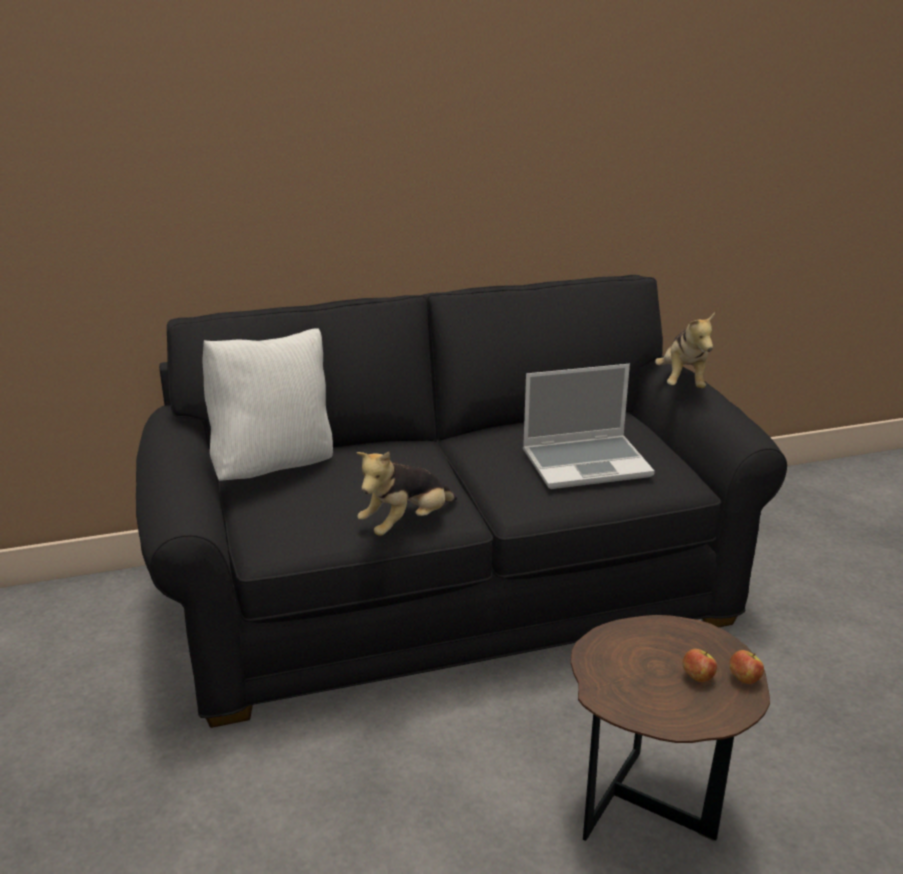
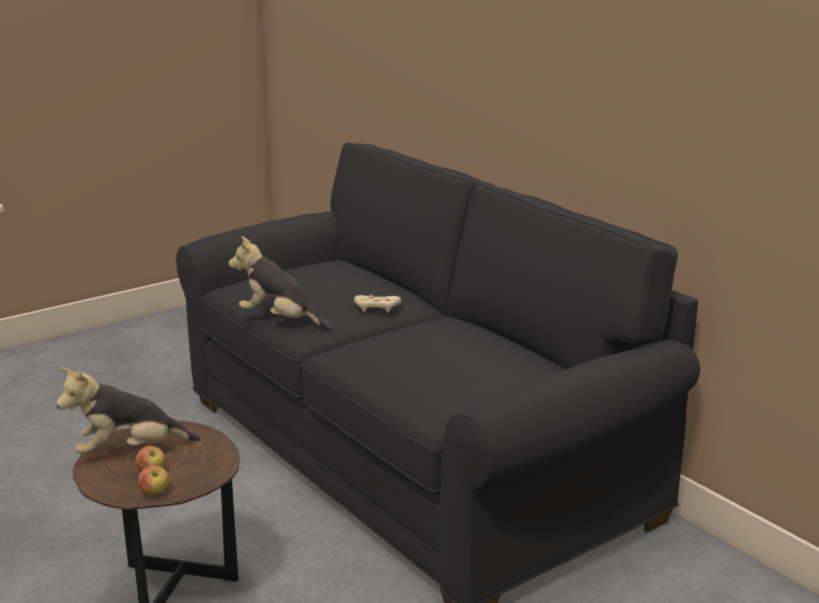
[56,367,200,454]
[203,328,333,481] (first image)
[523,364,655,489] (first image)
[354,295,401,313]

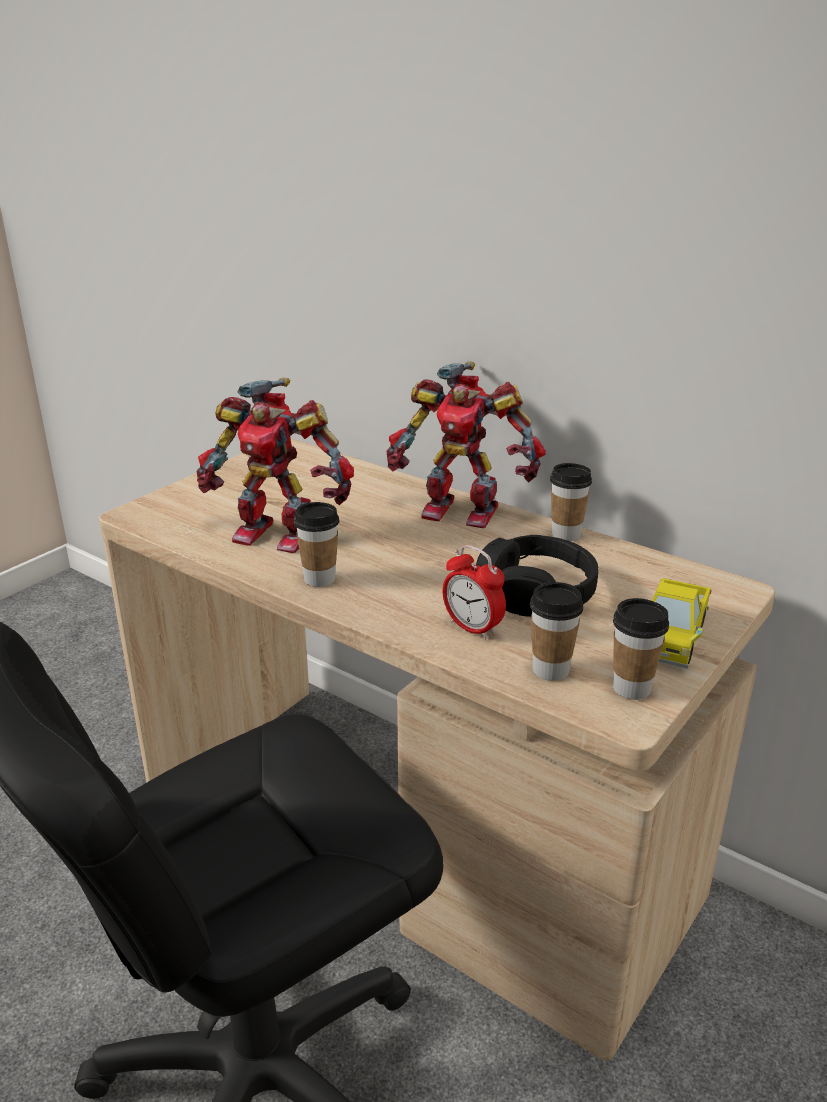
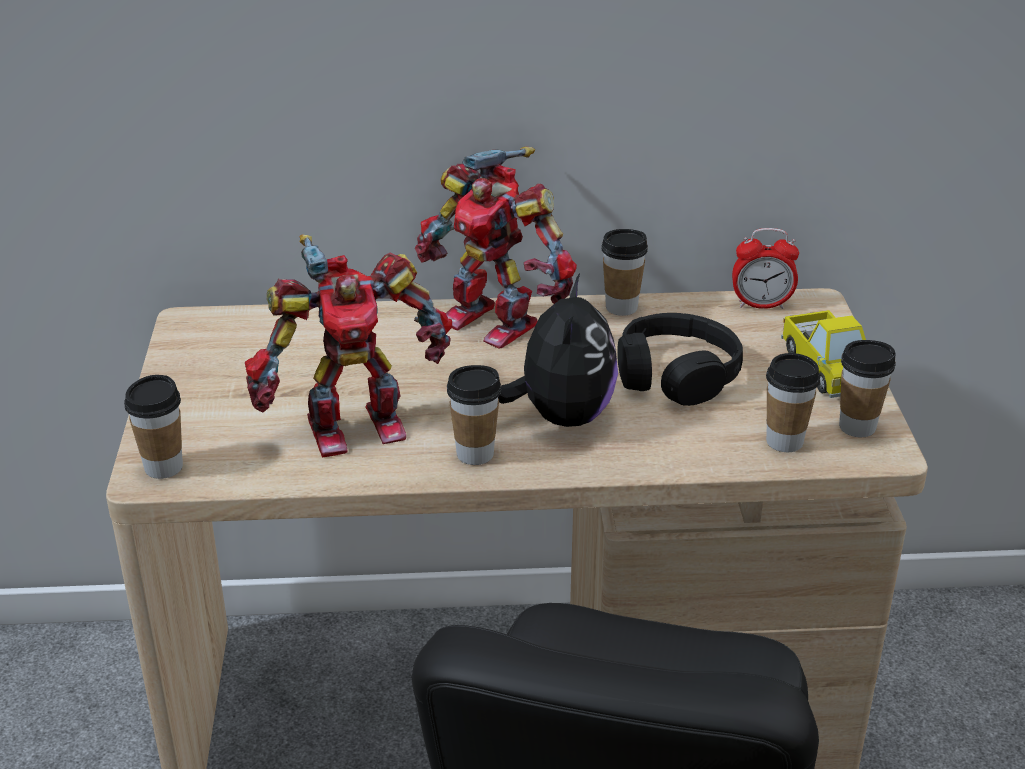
[415,147,577,349]
[732,228,799,309]
[498,273,618,427]
[124,375,183,479]

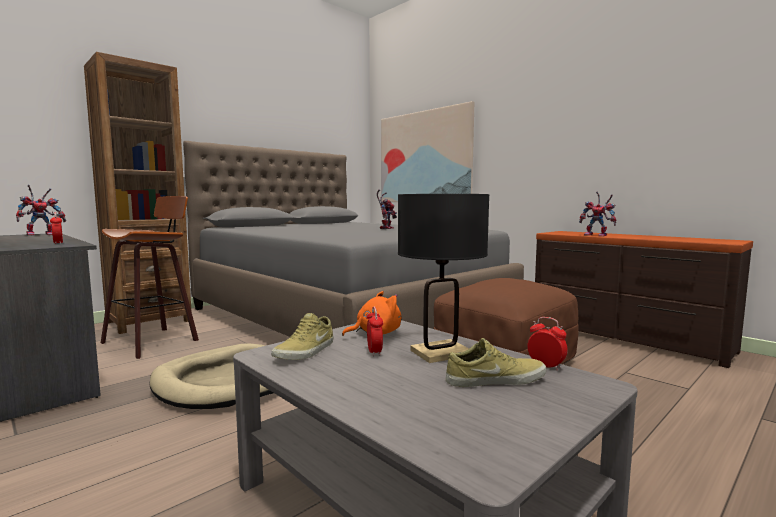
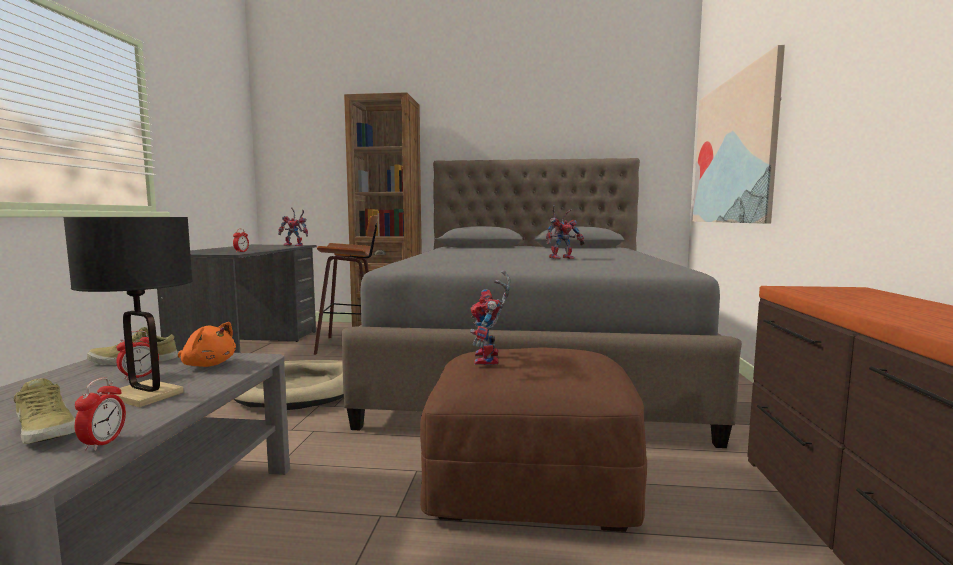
[470,270,511,365]

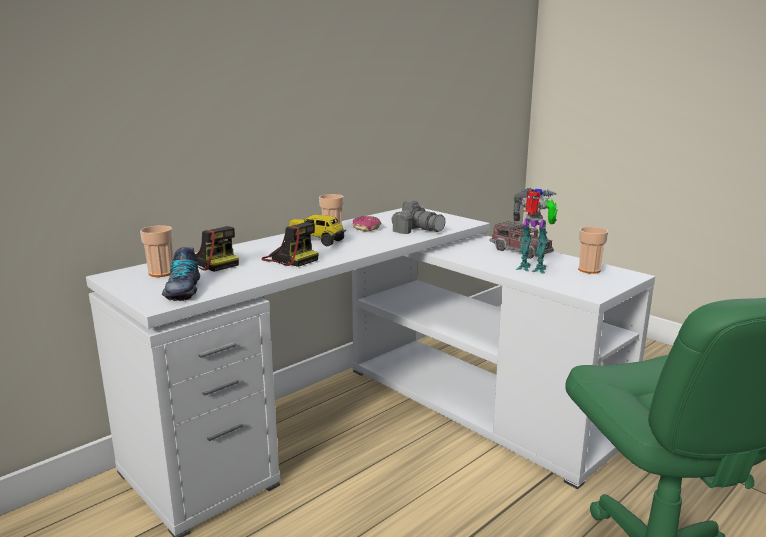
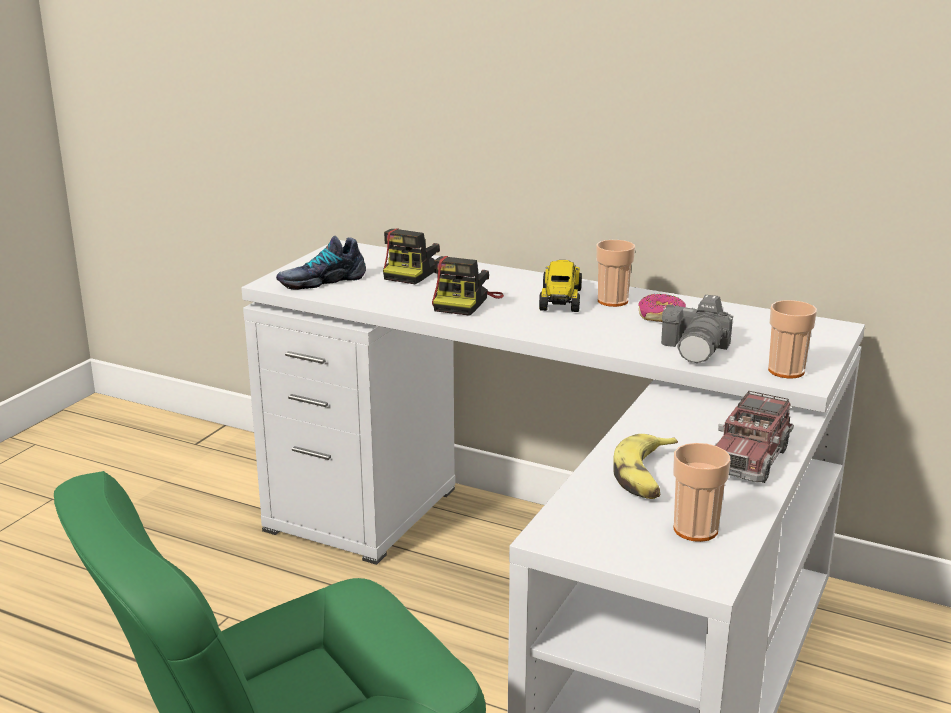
[613,434,678,499]
[768,300,817,378]

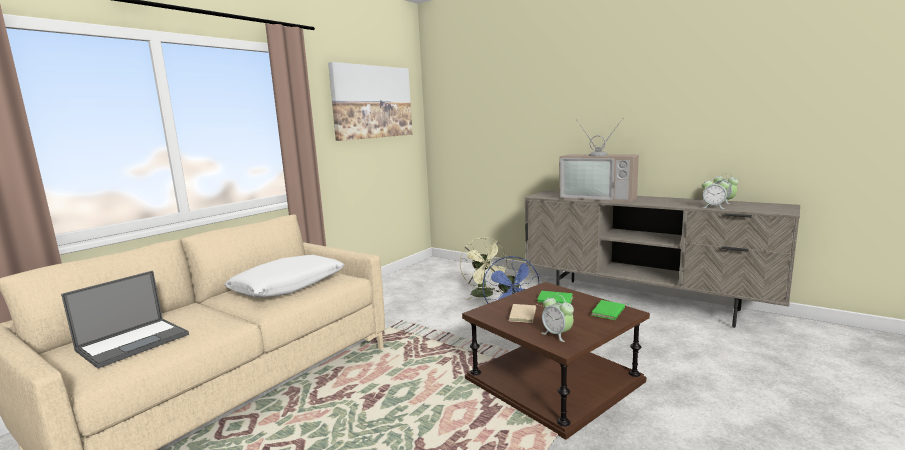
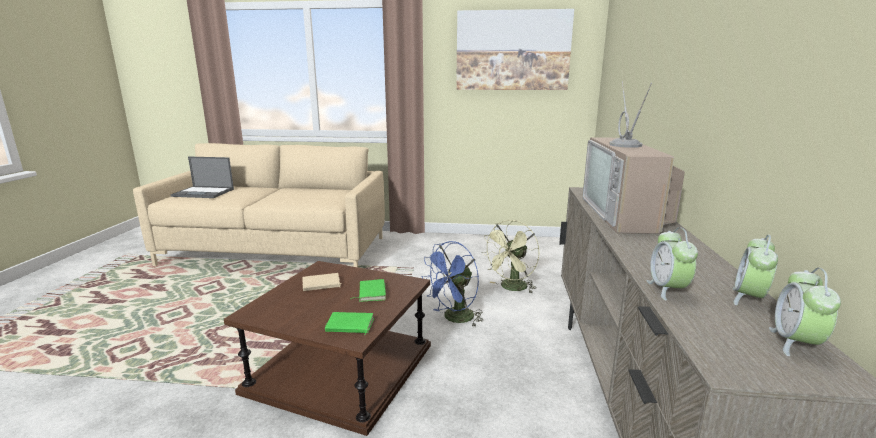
[224,255,344,298] (first image)
[769,268,841,356]

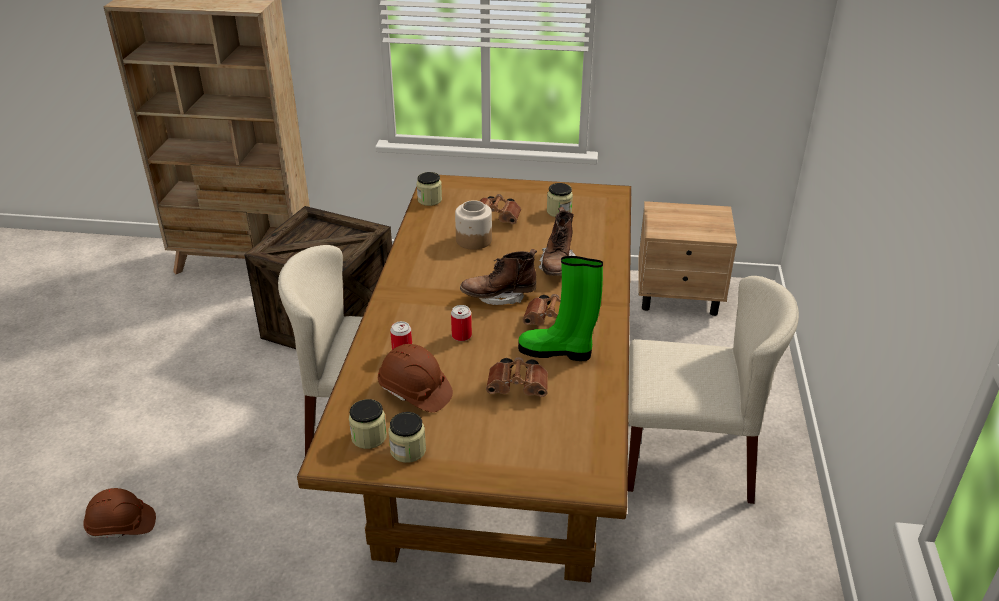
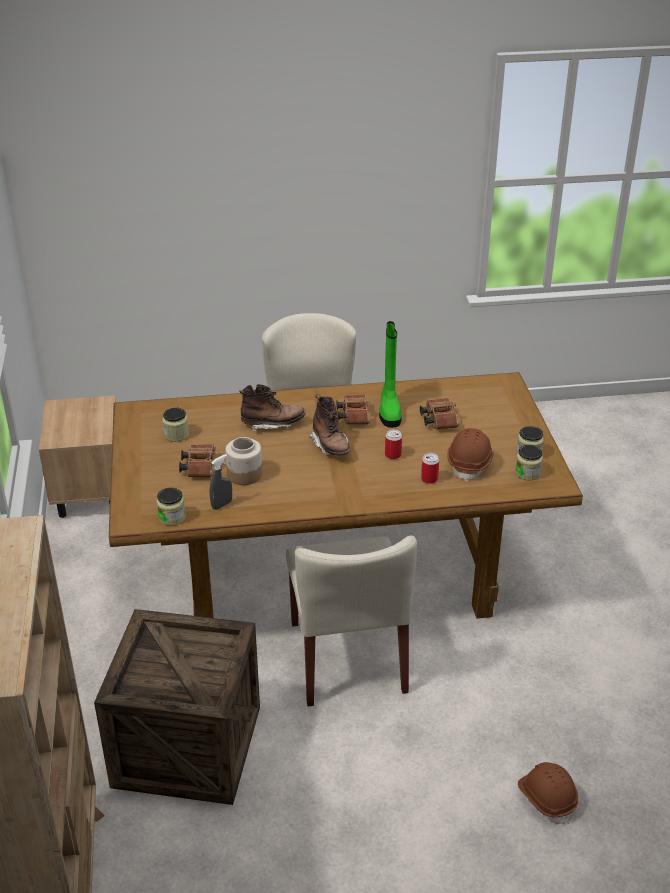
[210,454,232,510]

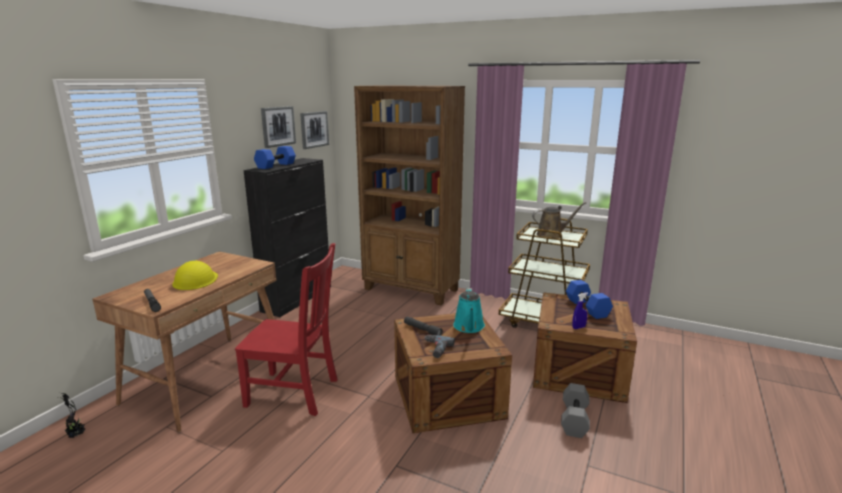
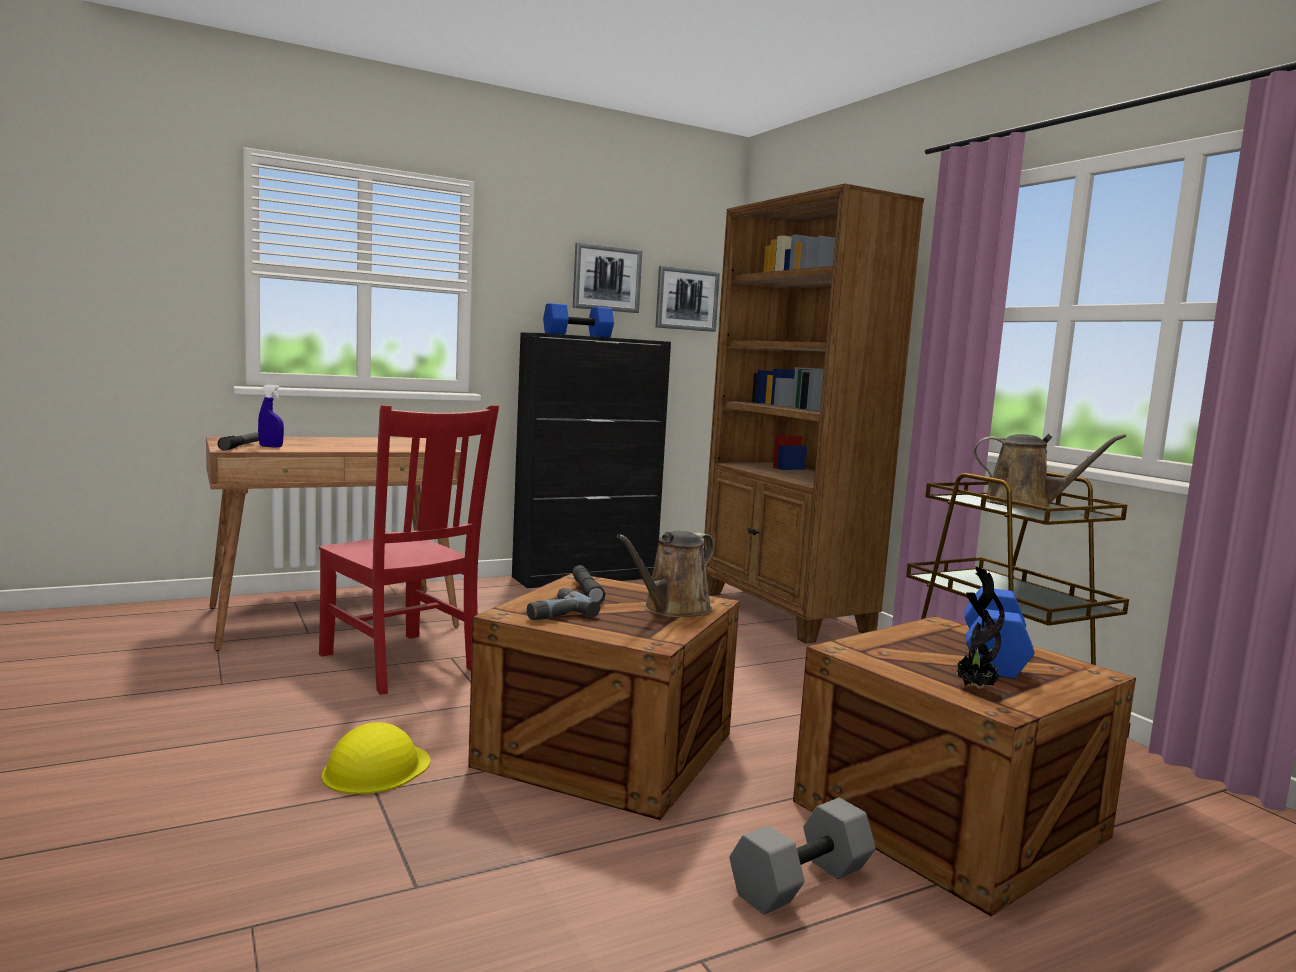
[322,722,431,794]
[617,531,714,618]
[258,385,284,448]
[953,567,1005,689]

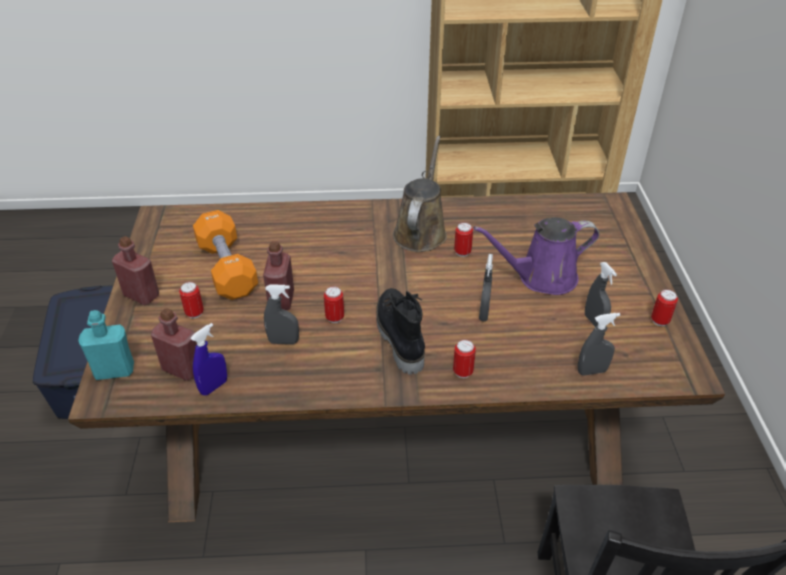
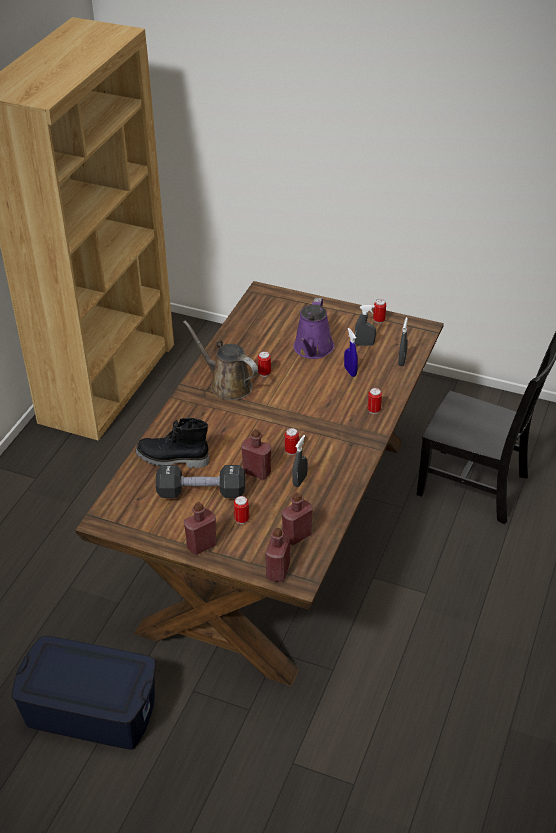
[156,465,245,498]
[479,254,493,322] (first image)
[136,418,209,468]
[265,527,290,582]
[344,328,358,377]

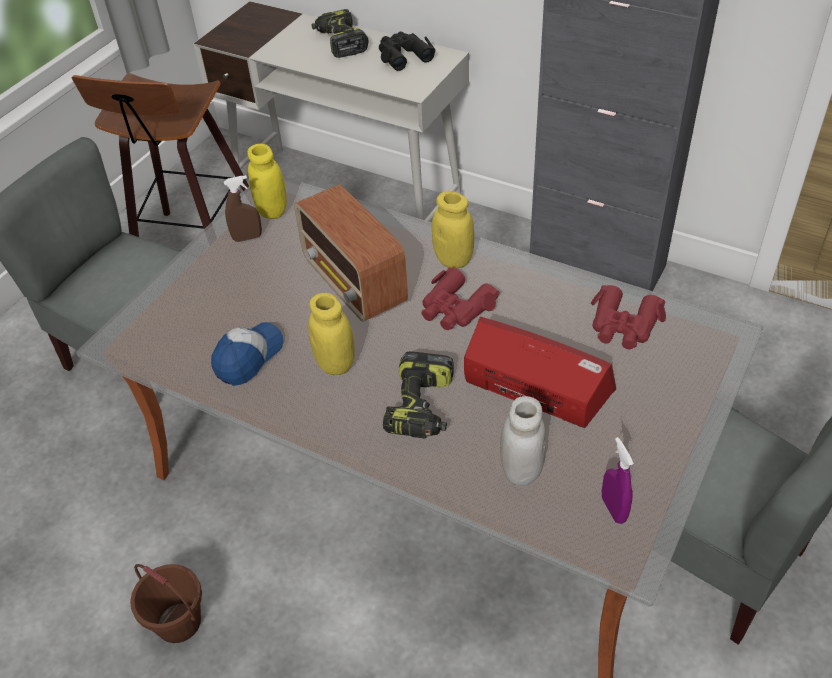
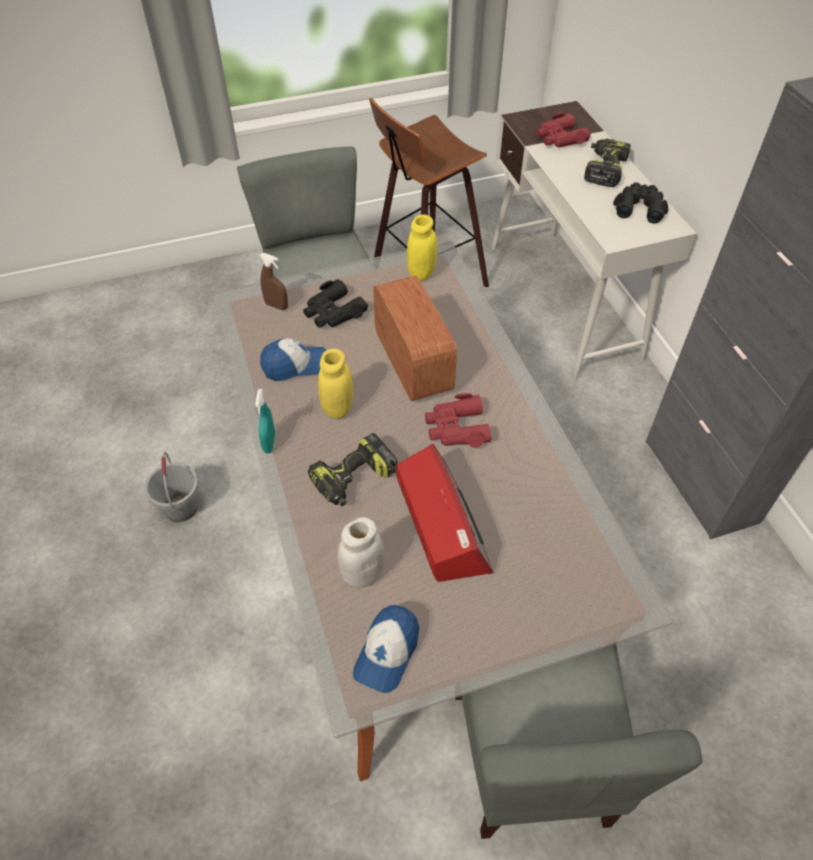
[260,253,288,310]
[373,276,457,401]
[432,191,474,268] (first image)
[536,112,591,147]
[353,605,419,693]
[144,452,199,522]
[303,279,368,328]
[255,389,275,454]

